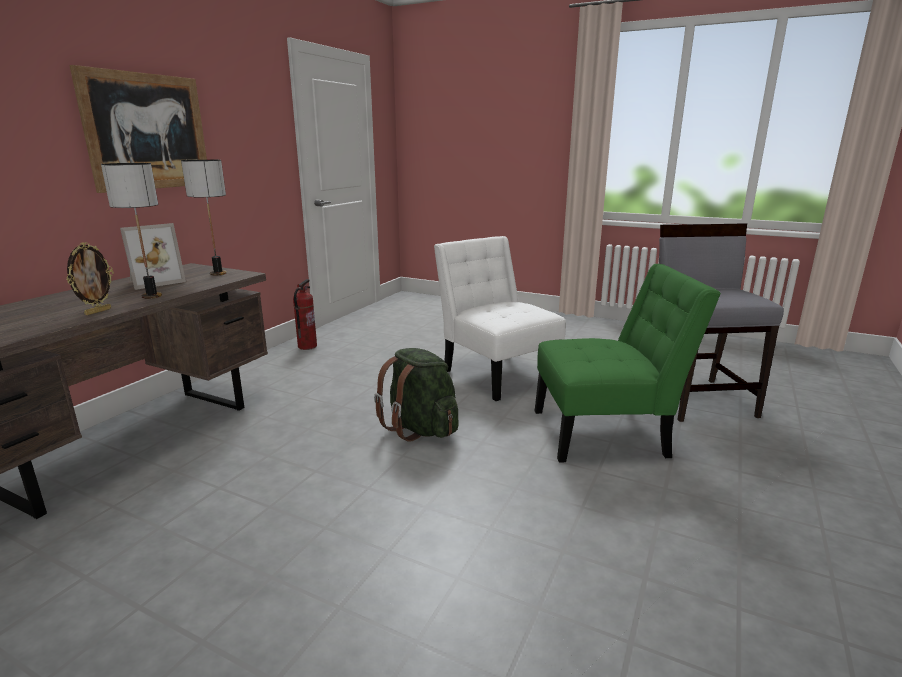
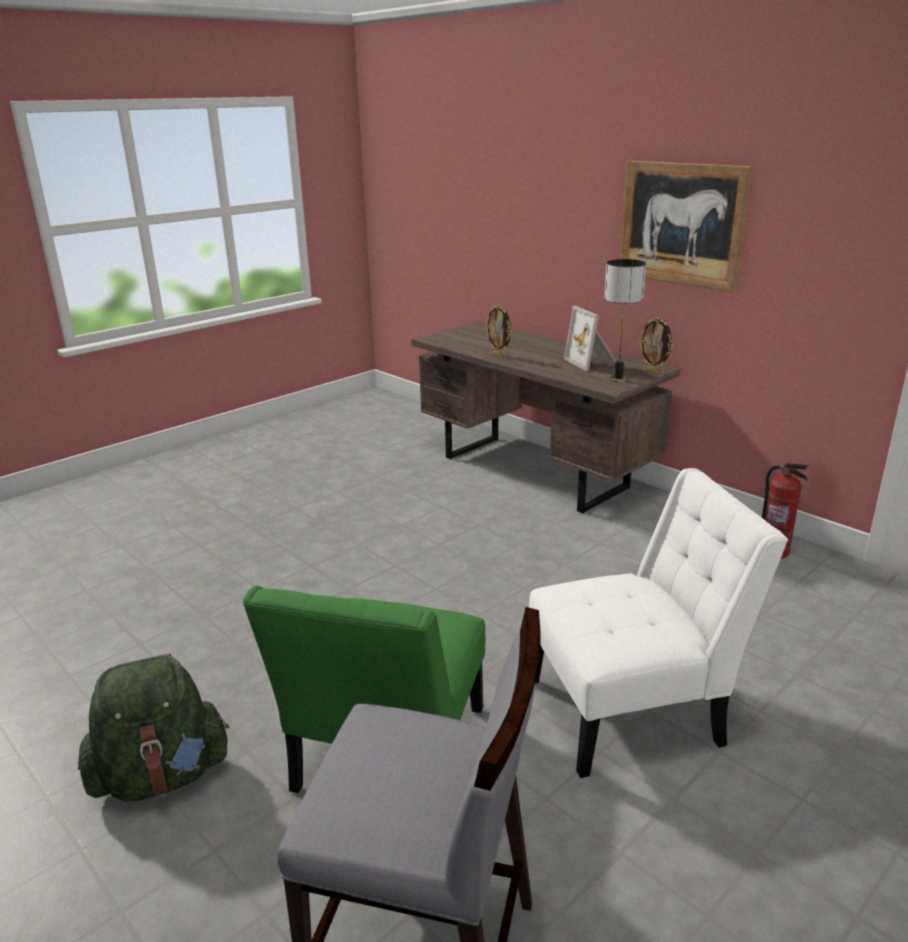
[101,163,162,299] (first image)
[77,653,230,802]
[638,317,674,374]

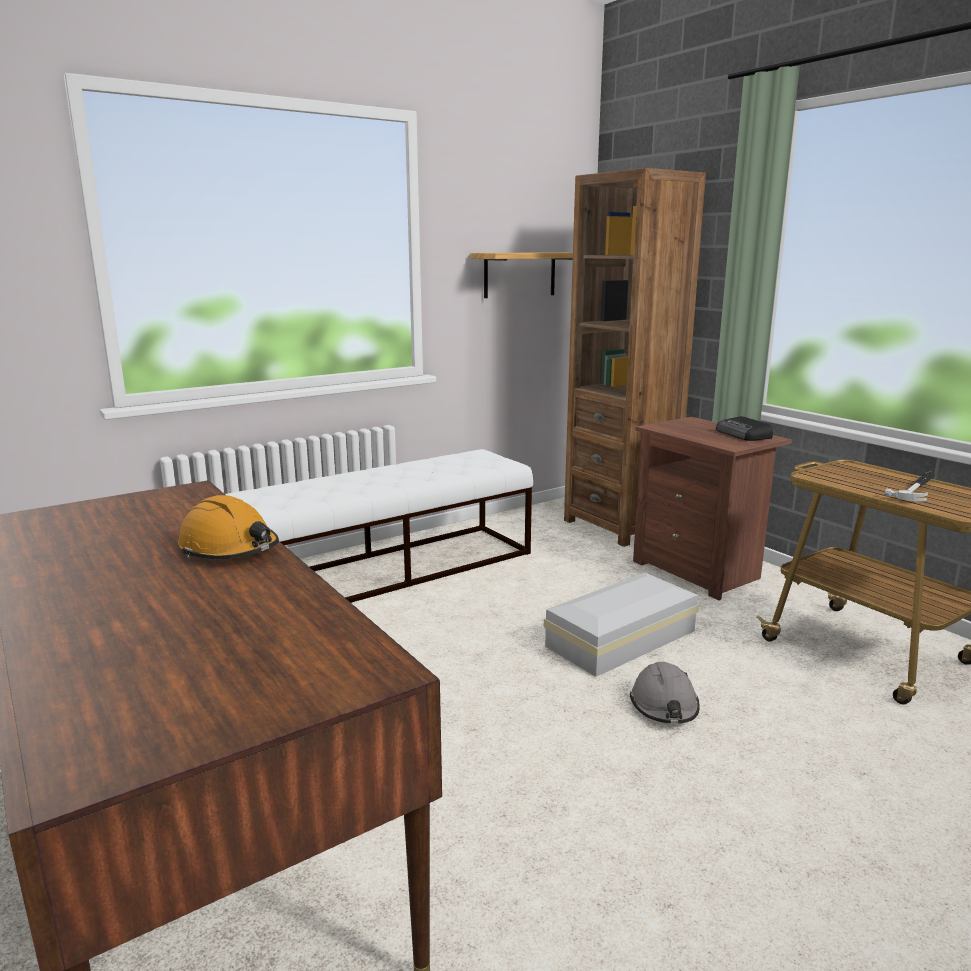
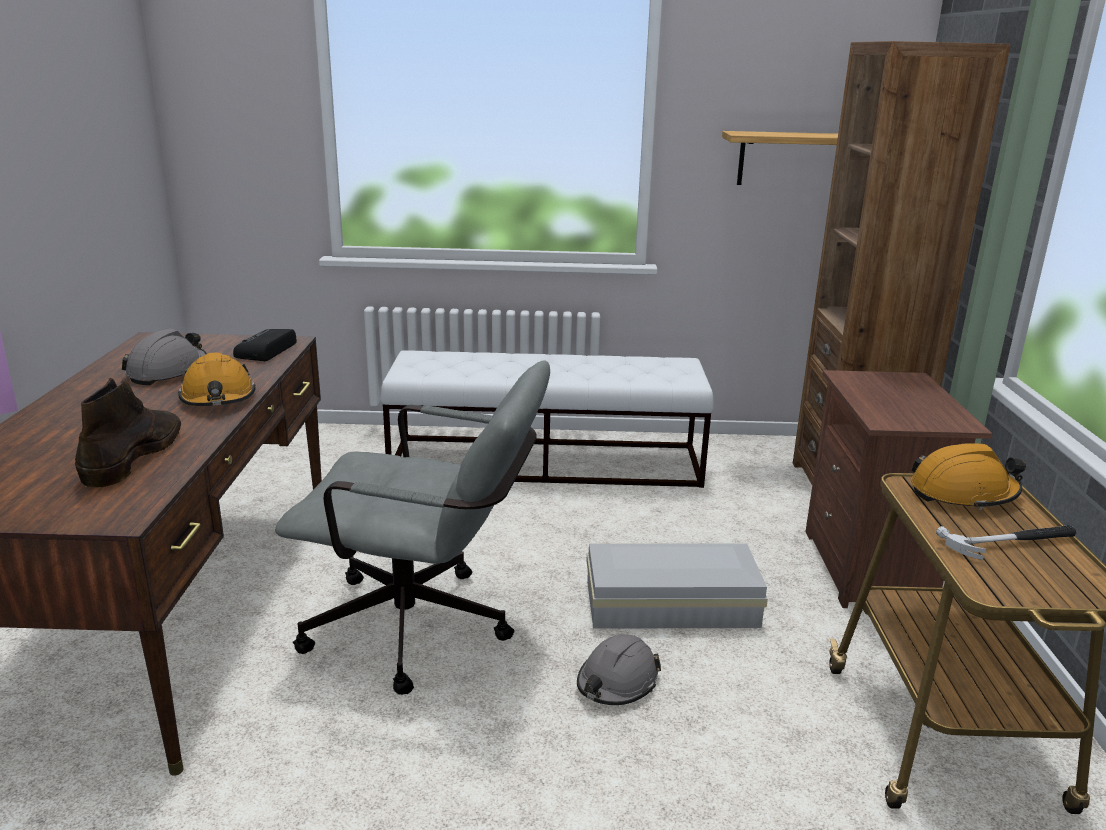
[233,329,297,361]
[122,328,207,385]
[275,360,550,695]
[75,378,181,487]
[911,443,1026,510]

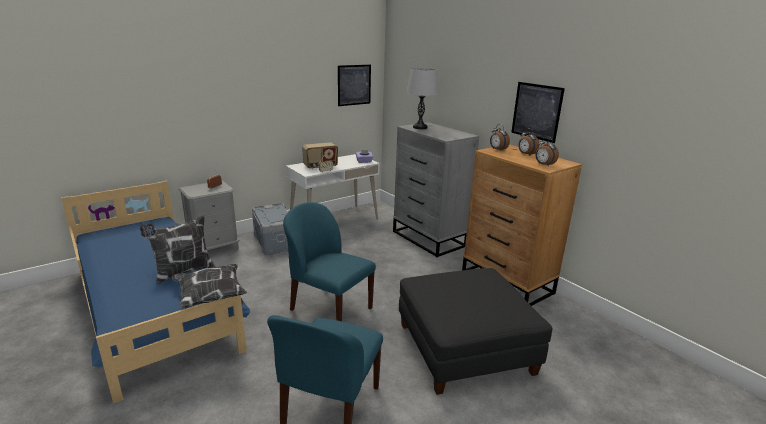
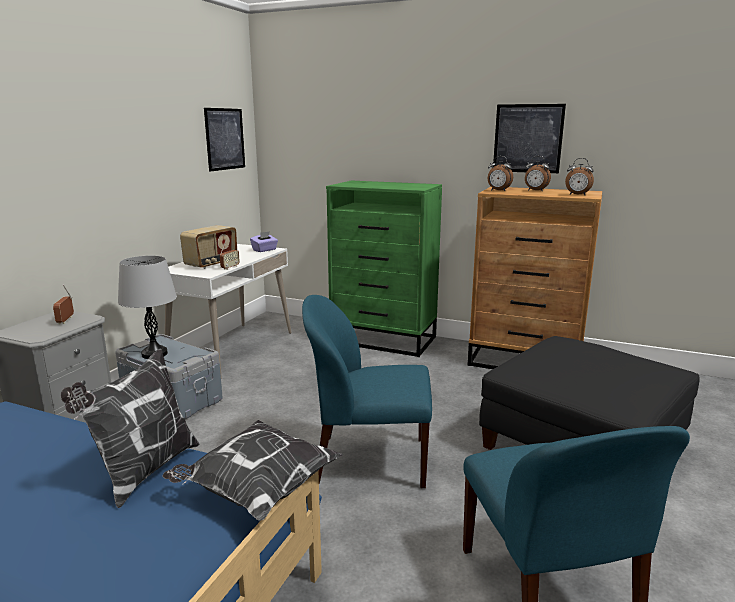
[118,256,177,359]
[326,181,442,357]

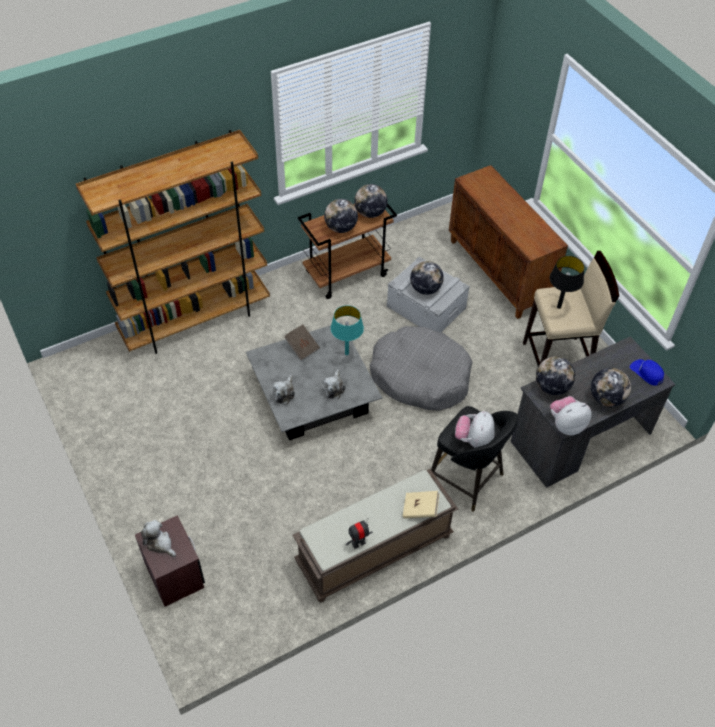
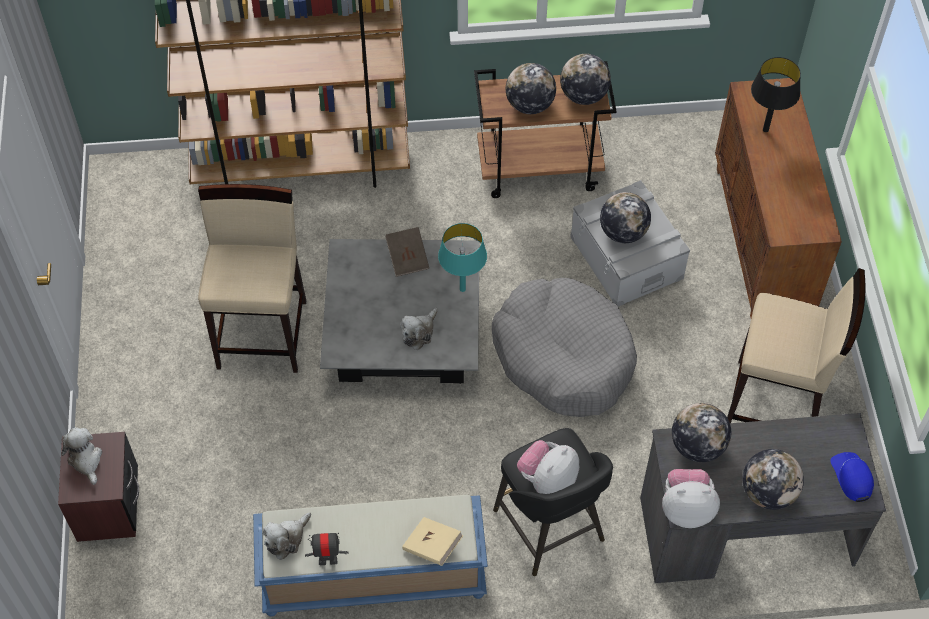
[751,57,801,132]
[263,512,311,560]
[253,495,488,617]
[198,184,306,373]

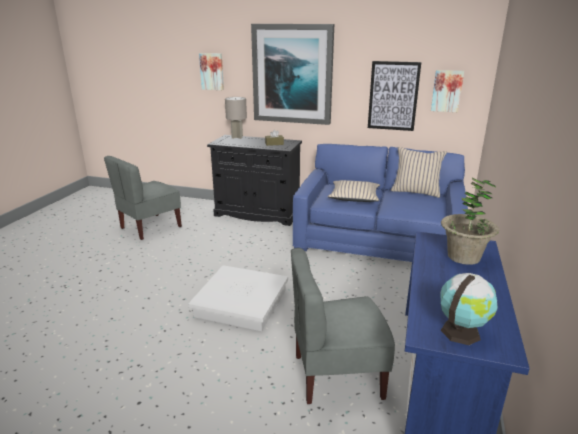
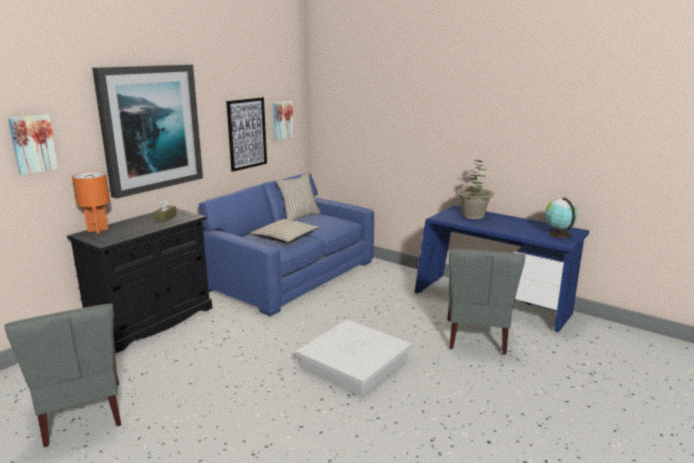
[72,172,110,234]

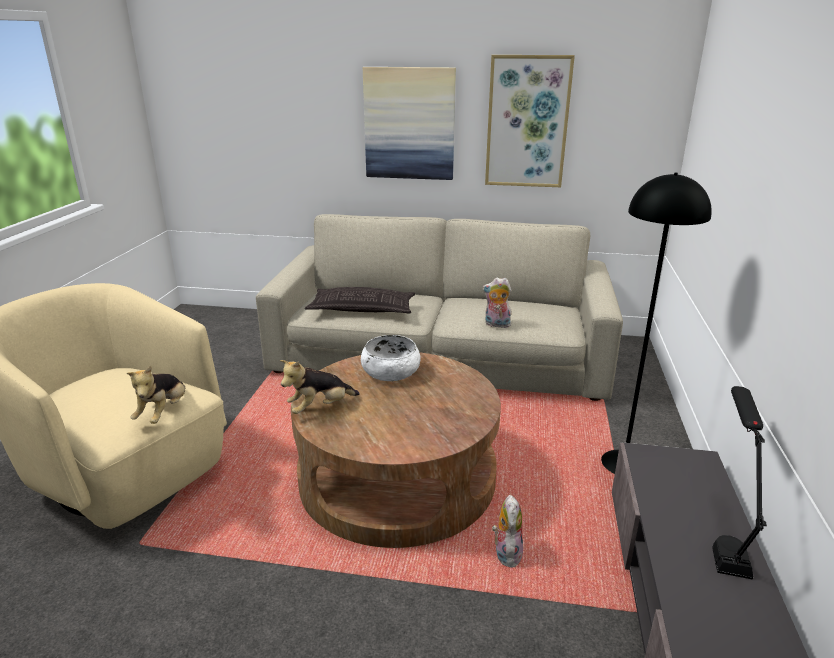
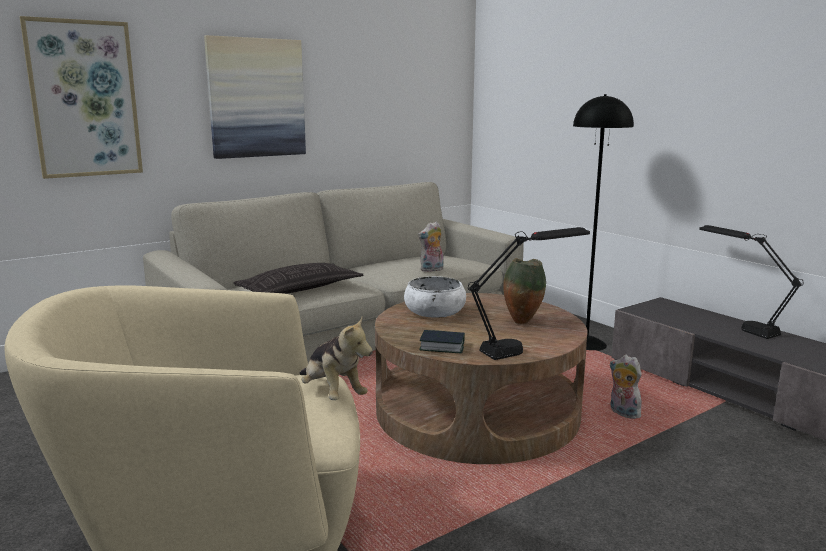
[20,16,143,179]
[419,330,465,354]
[468,227,590,360]
[503,258,546,324]

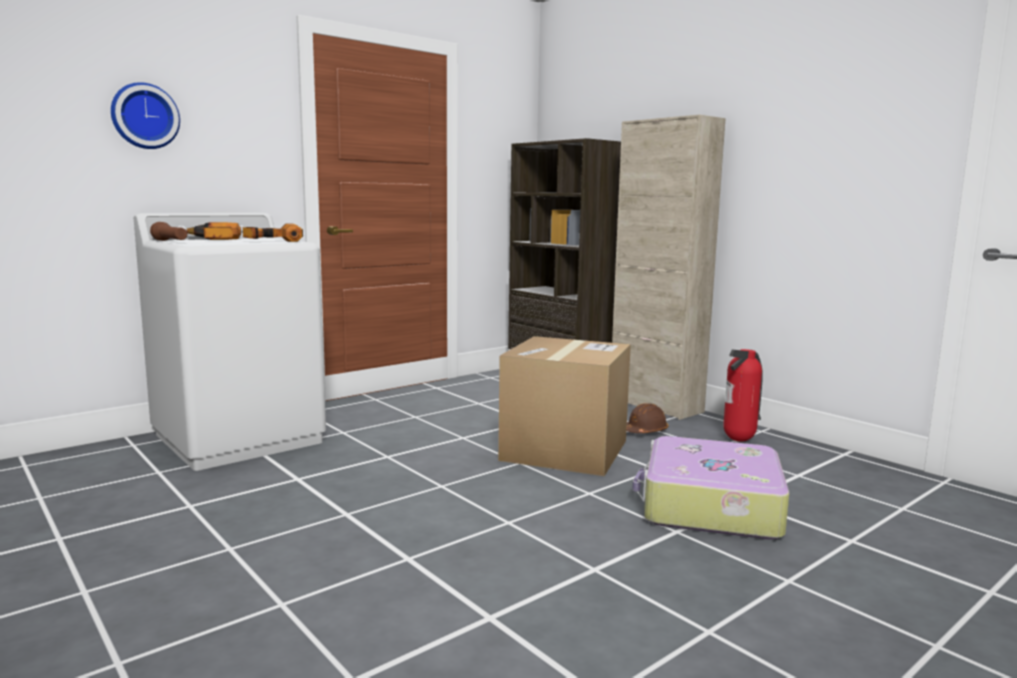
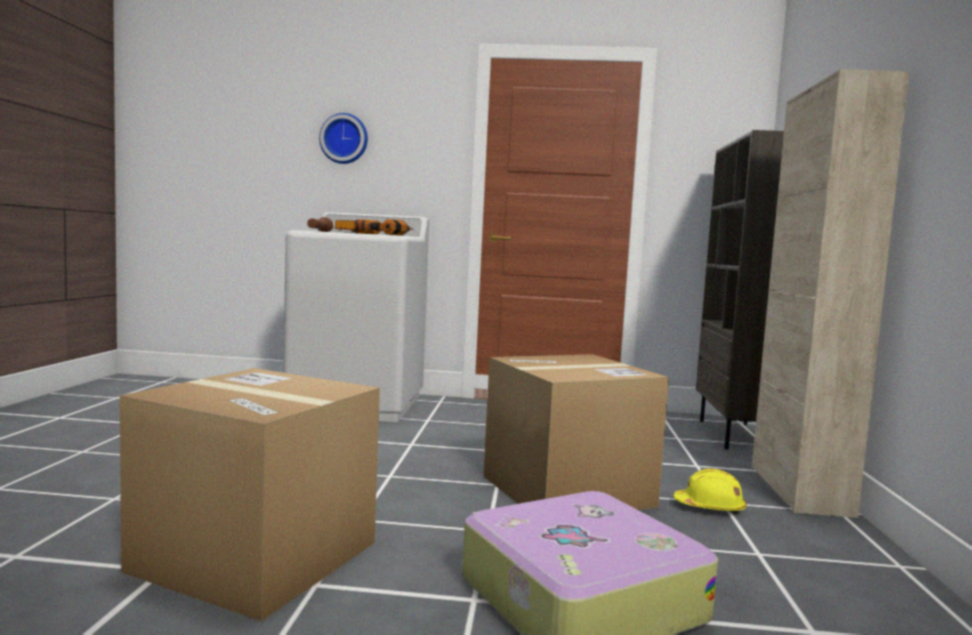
[723,349,763,442] (first image)
[673,468,747,513]
[120,368,380,622]

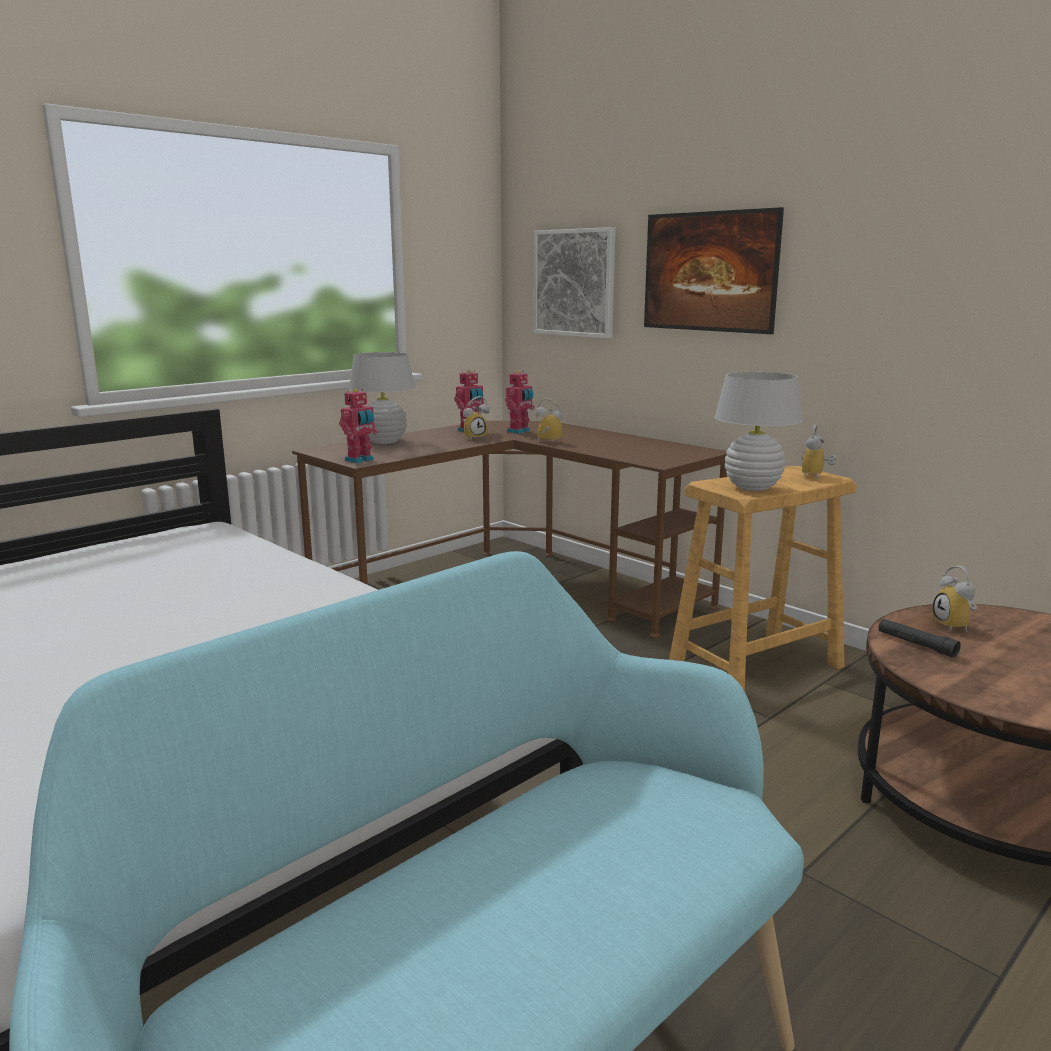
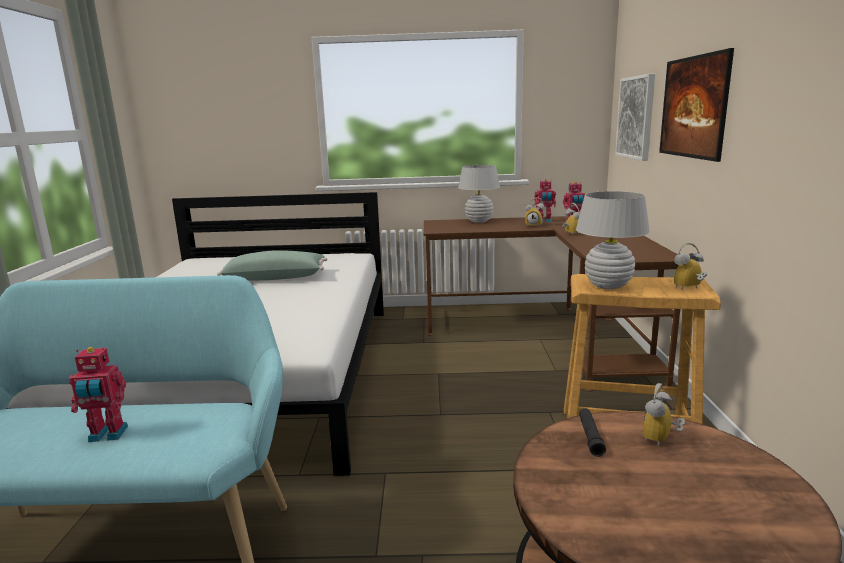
[69,347,128,442]
[217,250,328,281]

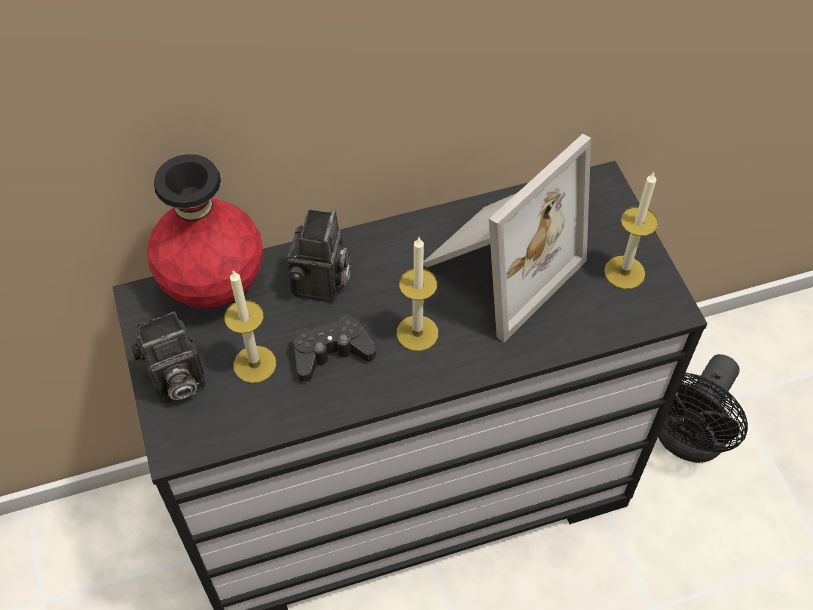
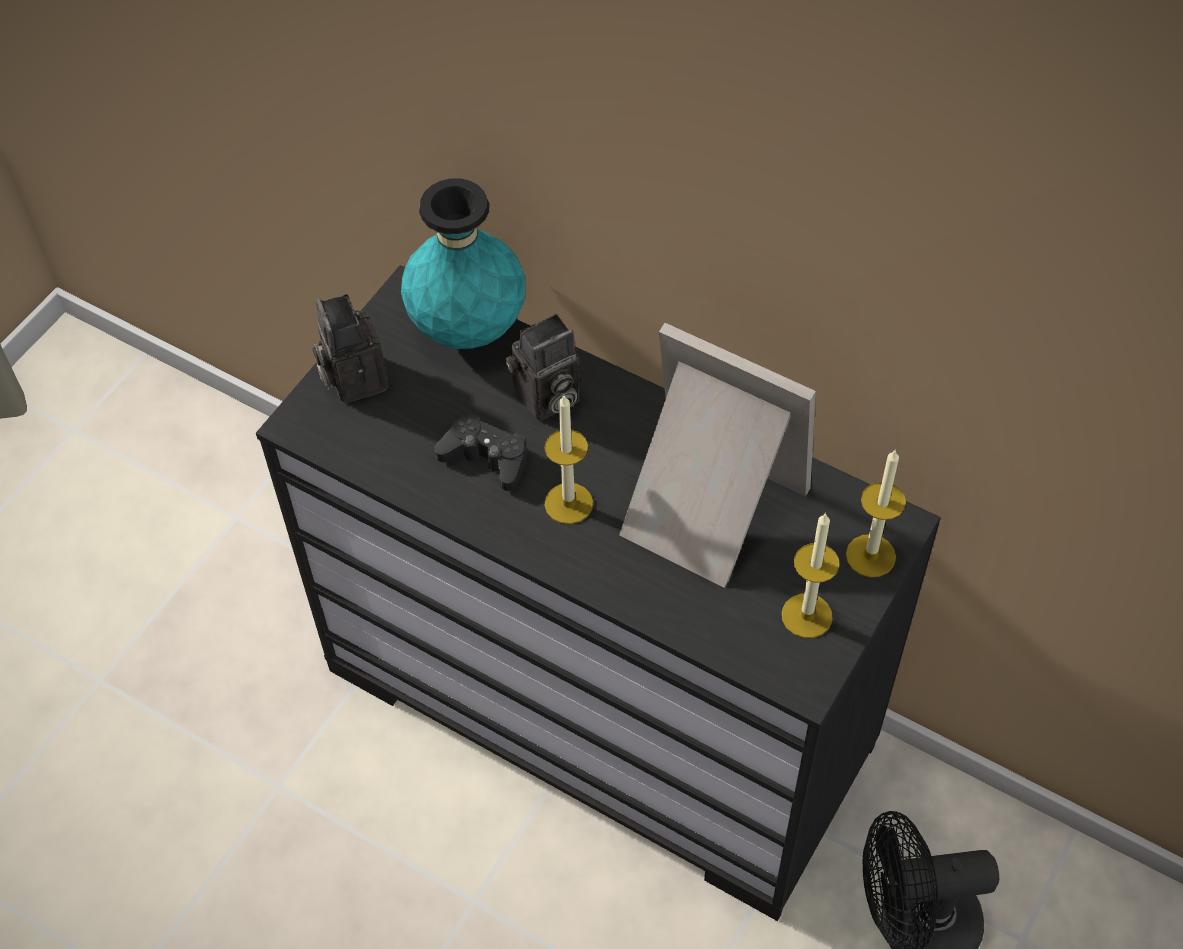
[619,323,816,588]
[401,178,525,349]
[846,449,906,577]
[312,294,389,403]

